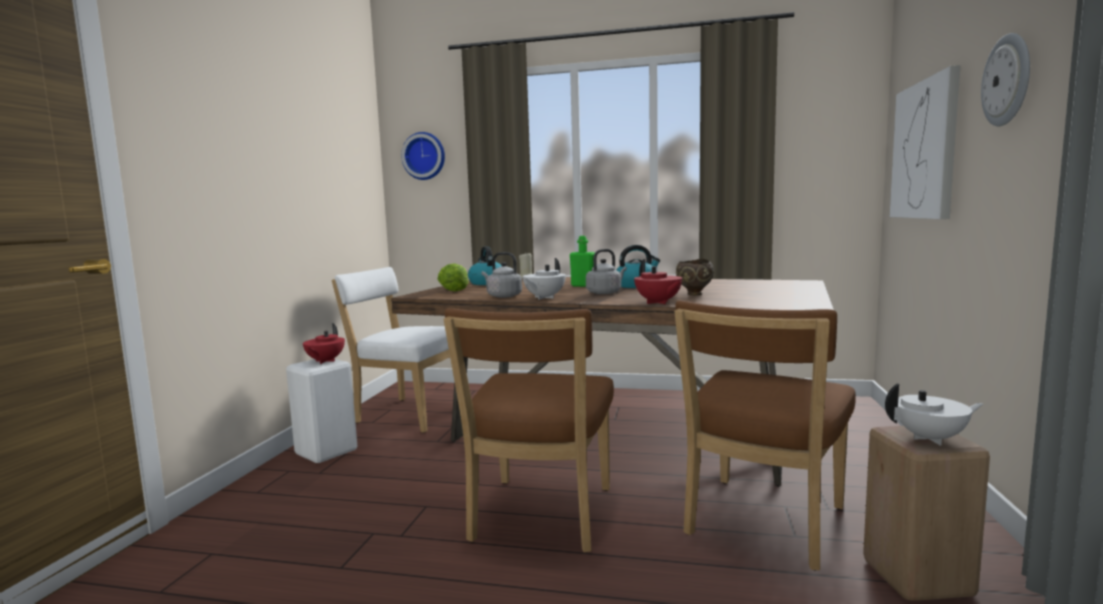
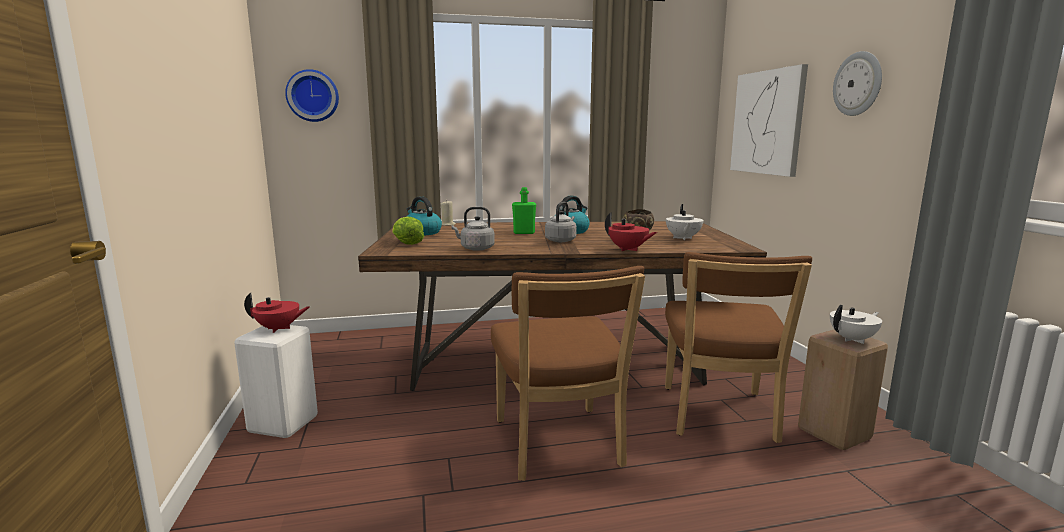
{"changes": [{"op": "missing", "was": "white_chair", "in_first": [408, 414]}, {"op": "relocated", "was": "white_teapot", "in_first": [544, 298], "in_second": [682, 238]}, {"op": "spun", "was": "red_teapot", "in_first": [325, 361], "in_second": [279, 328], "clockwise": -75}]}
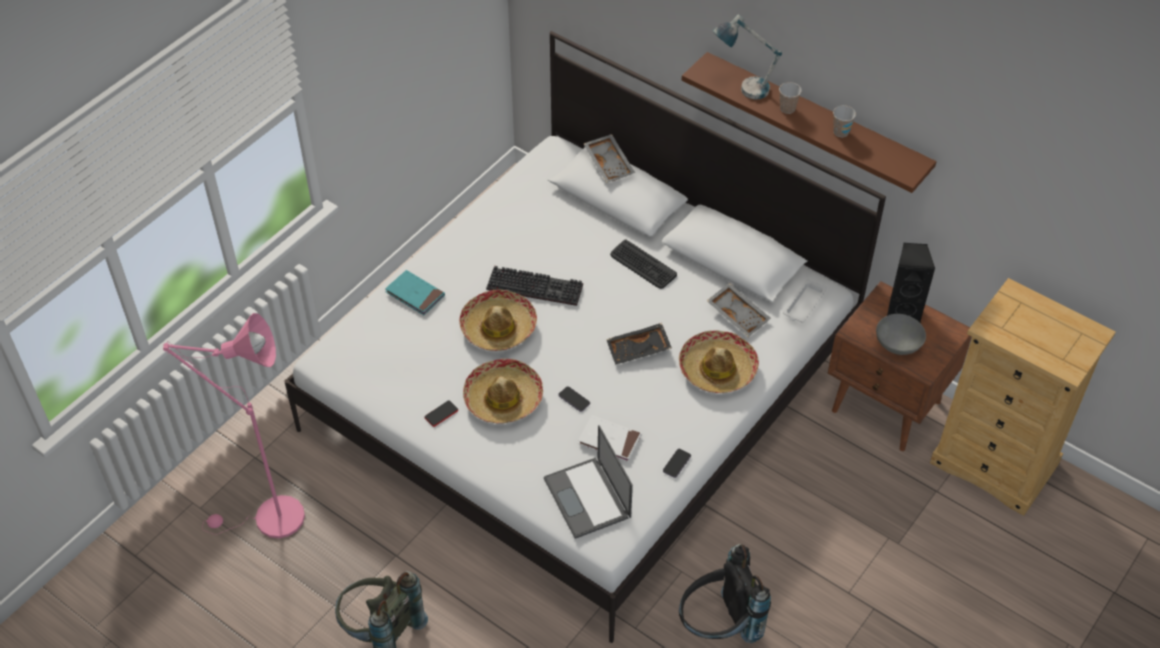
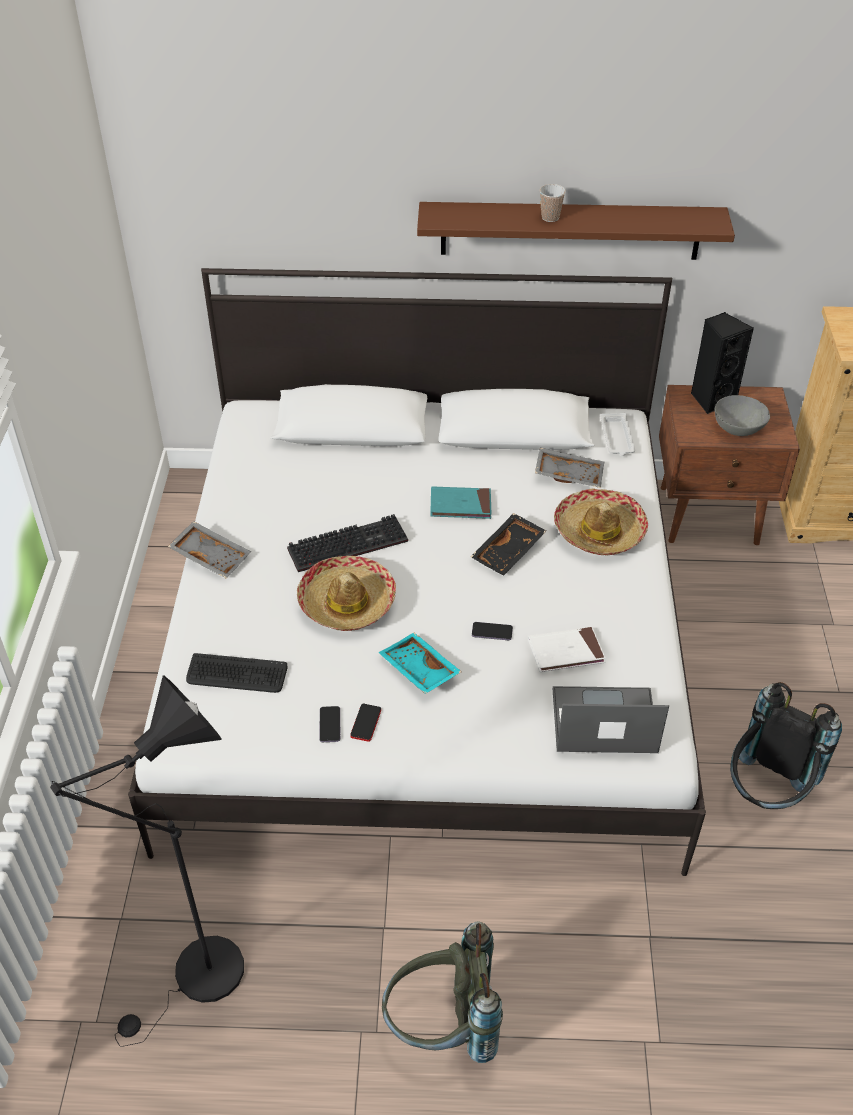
{"changes": [{"op": "missing", "was": "table_lamp", "in_first": [742, 89]}, {"op": "missing", "was": "cup", "in_first": [841, 132]}, {"op": "relocated", "was": "turquoise_book", "in_first": [415, 294], "in_second": [460, 505]}, {"op": "relocated", "was": "grey_tray", "in_first": [610, 163], "in_second": [211, 556]}, {"op": "relocated", "was": "keyboard", "in_first": [642, 265], "in_second": [236, 674]}, {"op": "relocated", "was": "phone", "in_first": [676, 464], "in_second": [330, 725]}, {"op": "exchanged", "was": "hat", "now": "turquoise_tray", "in_first": [503, 398], "in_second": [418, 670]}, {"op": "colour", "was": "pink_floor_lamp", "now": "black_floor_lamp", "in_first": [270, 520], "in_second": [199, 980]}, {"op": "spun", "was": "laptop", "in_first": [588, 498], "in_second": [602, 721], "clockwise": 150}]}
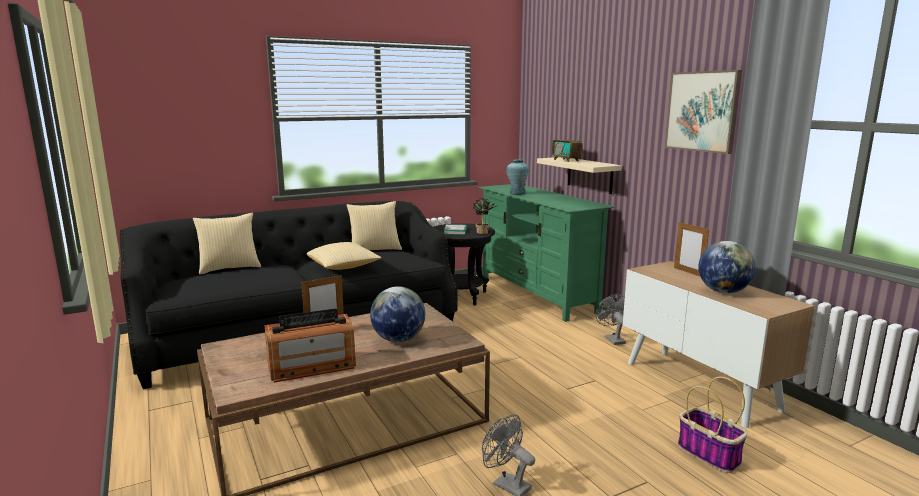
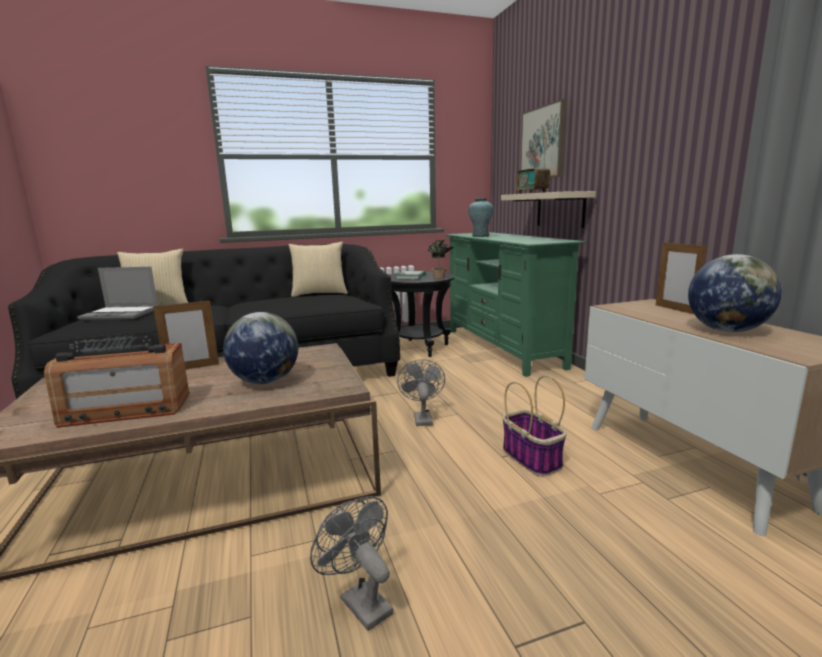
{"changes": [{"op": "missing", "was": "pillow", "in_first": [343, 267]}, {"op": "appeared", "now": "laptop", "in_second": [122, 314]}, {"op": "relocated", "was": "grey_fan", "in_first": [612, 339], "in_second": [422, 418]}, {"op": "relocated", "was": "picture", "in_first": [702, 111], "in_second": [543, 143]}, {"op": "relocated", "was": "basket", "in_first": [710, 454], "in_second": [532, 459]}]}
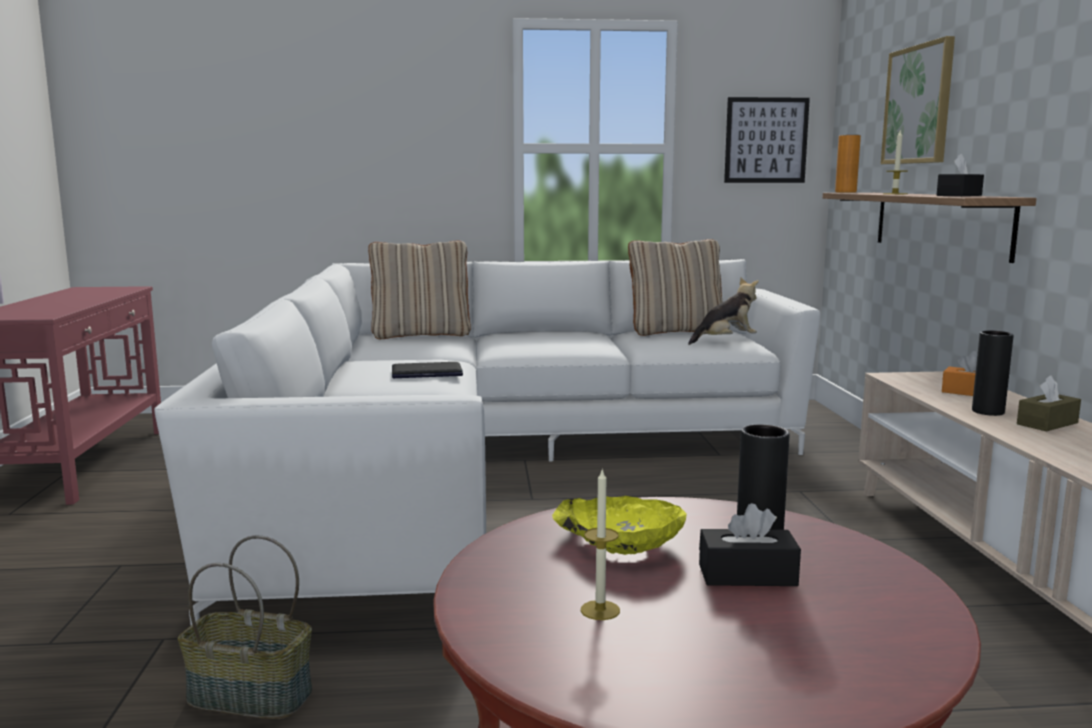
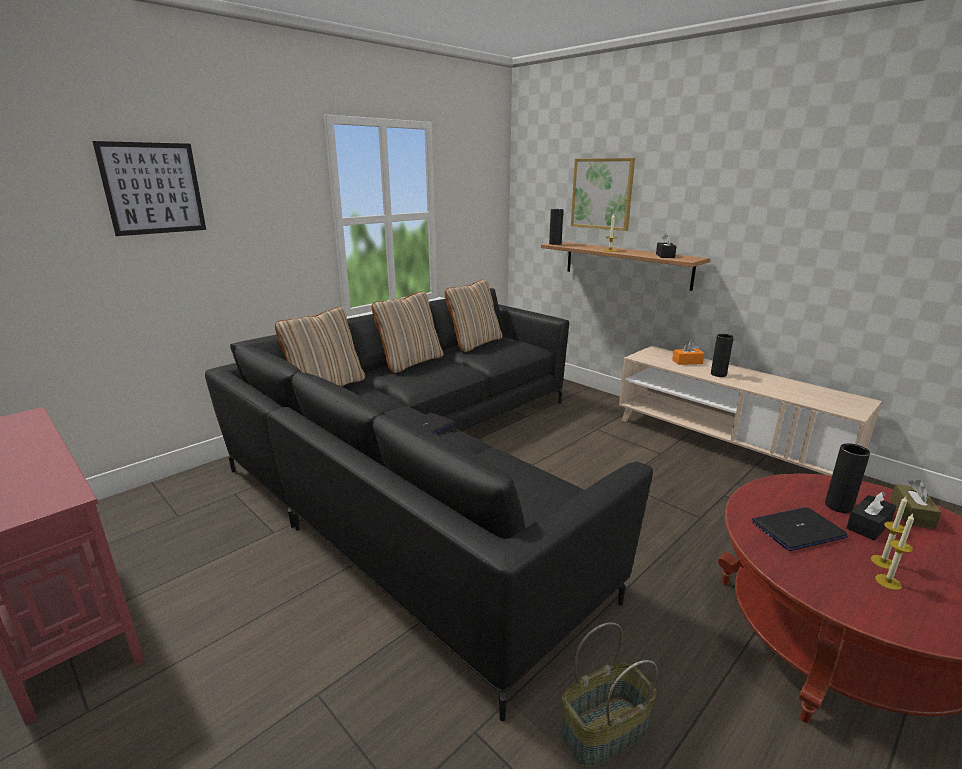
{"changes": [{"op": "missing", "was": "plush_toy", "in_first": [725, 341]}, {"op": "appeared", "now": "beige_pillow", "in_second": [410, 362]}, {"op": "appeared", "now": "candle", "in_second": [883, 562]}, {"op": "relocated", "was": "picture", "in_first": [766, 140], "in_second": [153, 188]}, {"op": "relocated", "was": "brown_tissue_box", "in_first": [1047, 423], "in_second": [911, 514]}, {"op": "exchanged", "was": "yellow_bowl", "now": "laptop", "in_first": [621, 542], "in_second": [798, 530]}, {"op": "colour", "was": "white_sofa", "now": "black_sofa", "in_first": [490, 467], "in_second": [425, 472]}, {"op": "colour", "was": "orange_vase", "now": "black_vase", "in_first": [845, 192], "in_second": [555, 244]}]}
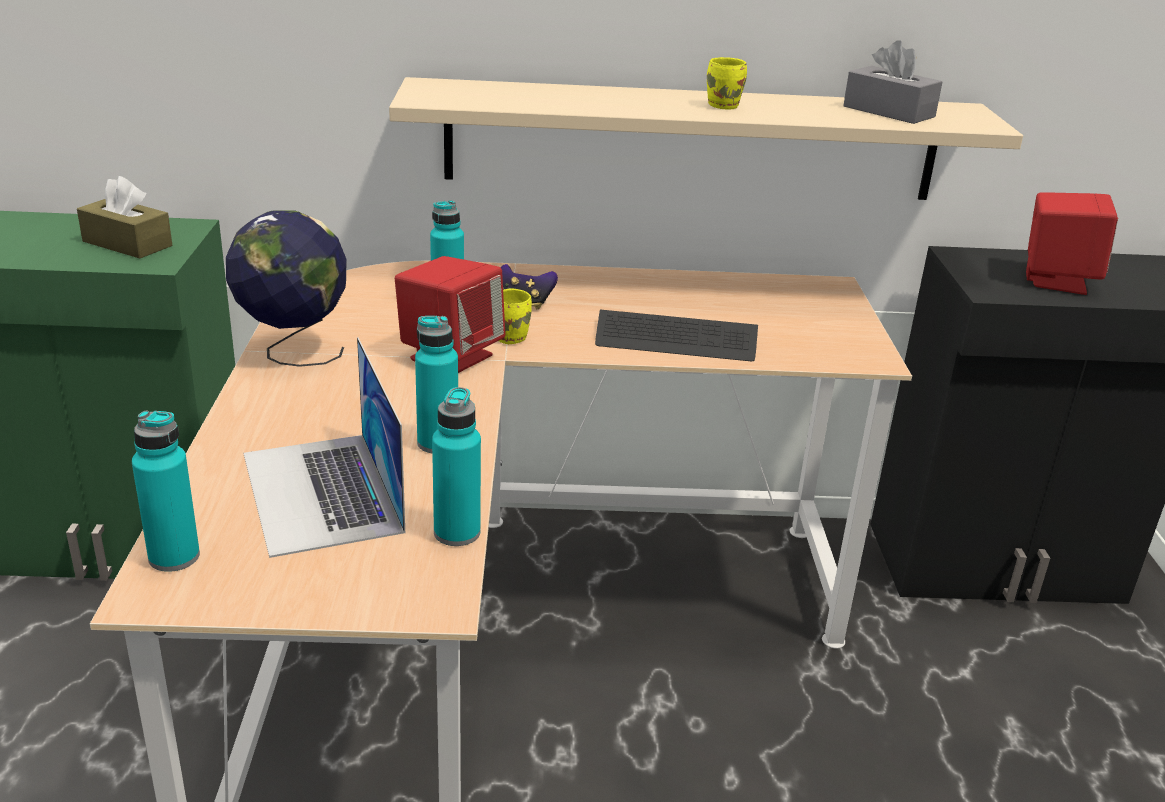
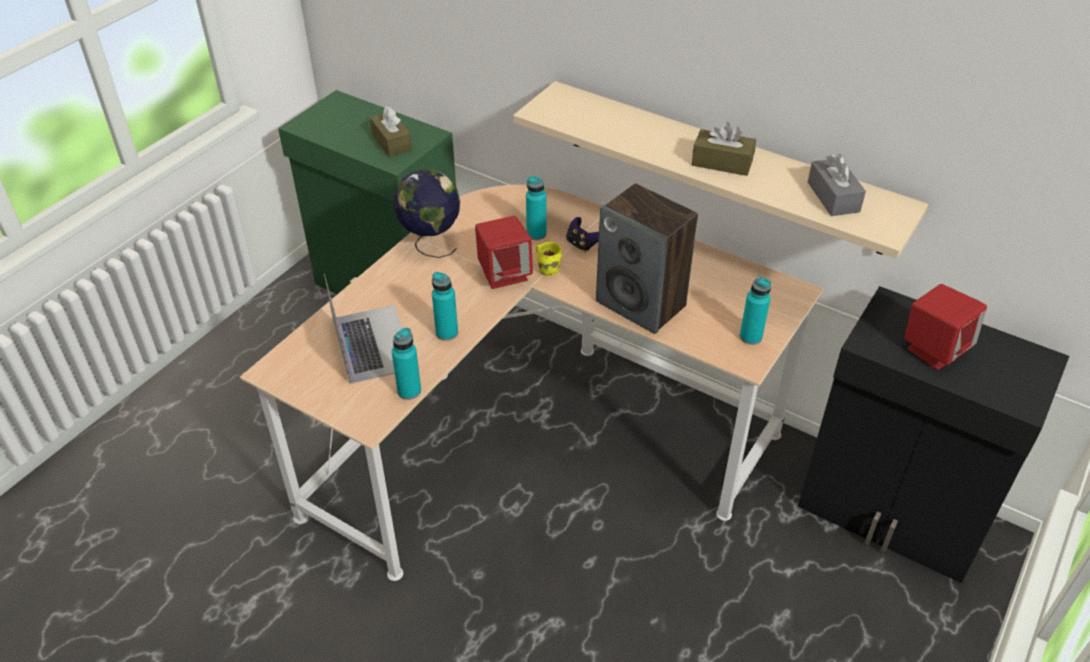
{"changes": [{"op": "relocated", "was": "turquoise_bottle", "in_first": [174, 557], "in_second": [750, 337]}, {"op": "exchanged", "was": "keyboard", "now": "speaker", "in_first": [676, 339], "in_second": [642, 304]}, {"op": "exchanged", "was": "yellow_mug", "now": "brown_tissue_box", "in_first": [726, 106], "in_second": [722, 162]}, {"op": "spun", "was": "laptop", "in_first": [321, 492], "in_second": [372, 343], "clockwise": 150}]}
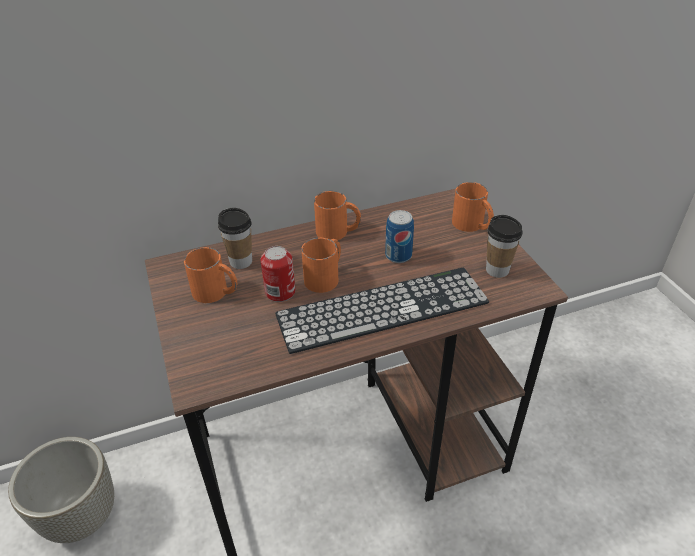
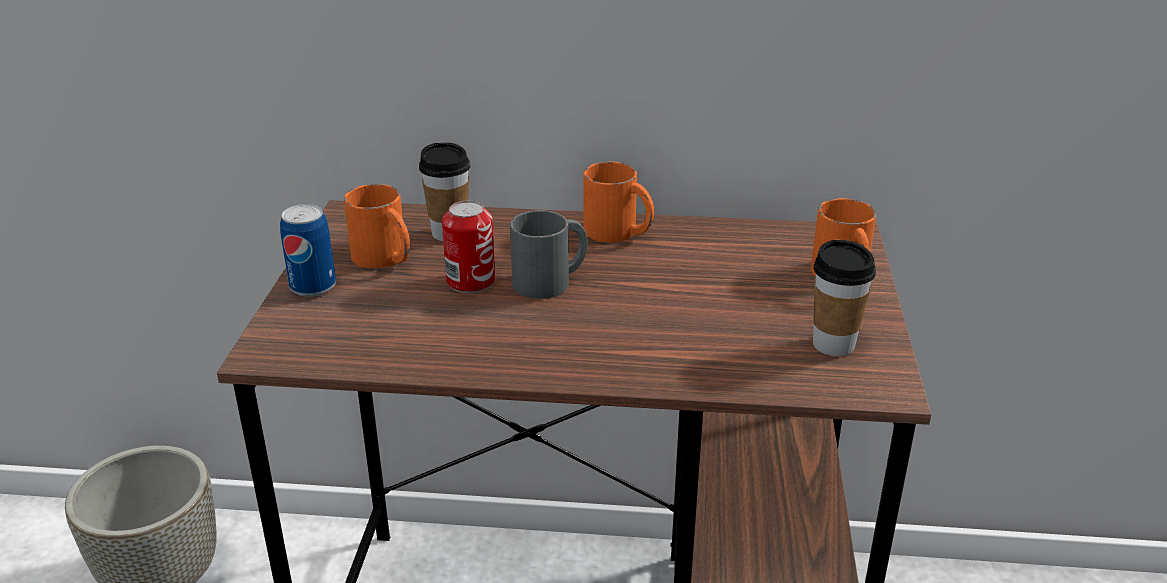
{"changes": [{"op": "missing", "was": "keyboard", "in_first": [382, 308]}, {"op": "relocated", "was": "can", "in_first": [398, 256], "in_second": [313, 286]}, {"op": "colour", "was": "orange_mug", "now": "grey_mug", "in_first": [325, 276], "in_second": [551, 280]}]}
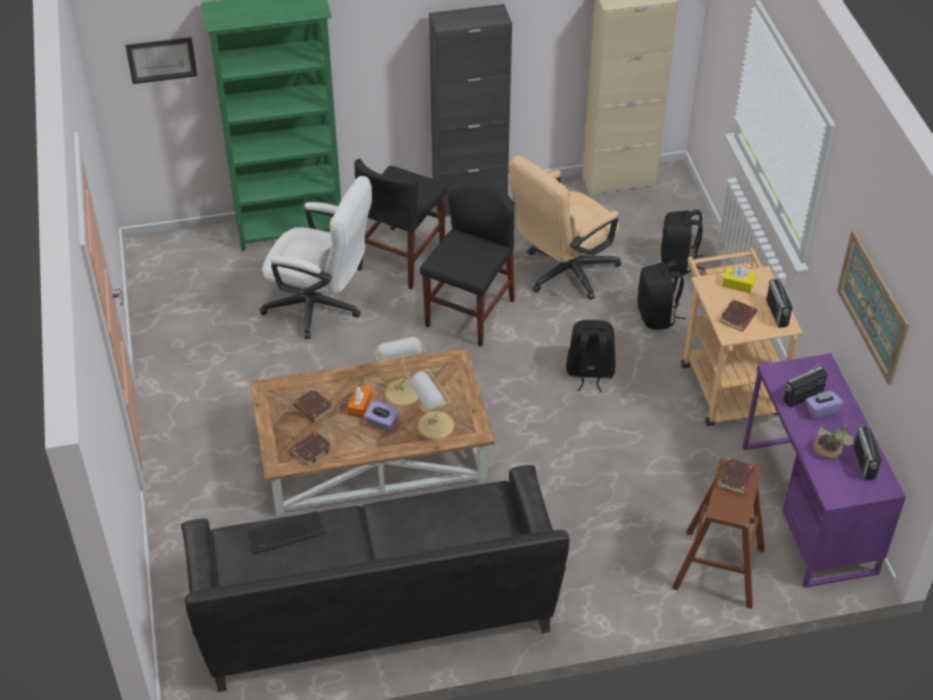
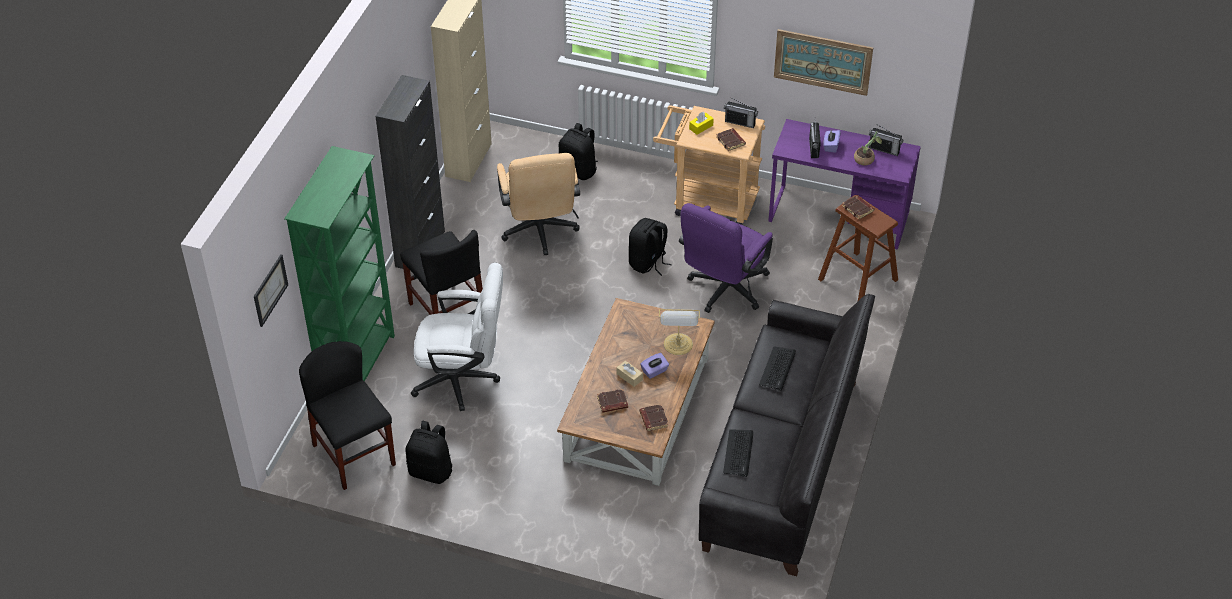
{"changes": [{"op": "missing", "was": "table_lamp", "in_first": [401, 391]}, {"op": "appeared", "now": "purple_office_chair", "in_second": [724, 291]}, {"op": "appeared", "now": "keyboard", "in_second": [777, 368]}, {"op": "relocated", "was": "black_chair", "in_first": [469, 313], "in_second": [354, 455]}, {"op": "relocated", "was": "black_backpack", "in_first": [657, 316], "in_second": [431, 471]}, {"op": "colour", "was": "orange_tissue_box", "now": "beige_tissue_box", "in_first": [359, 406], "in_second": [629, 377]}, {"op": "spun", "was": "white_office_chair", "in_first": [321, 307], "in_second": [463, 379], "clockwise": 45}]}
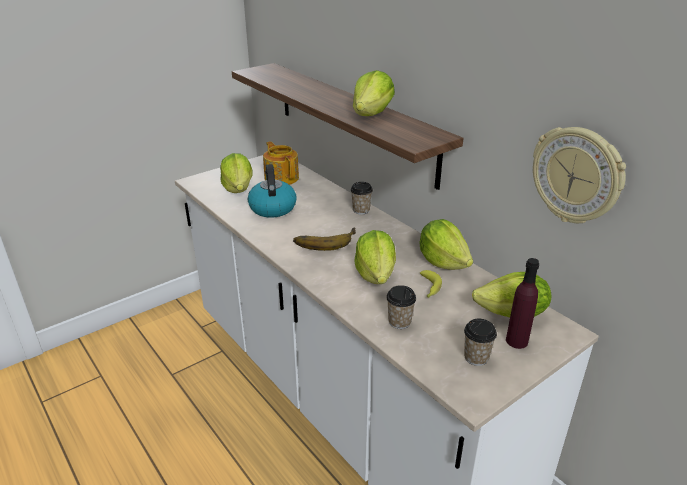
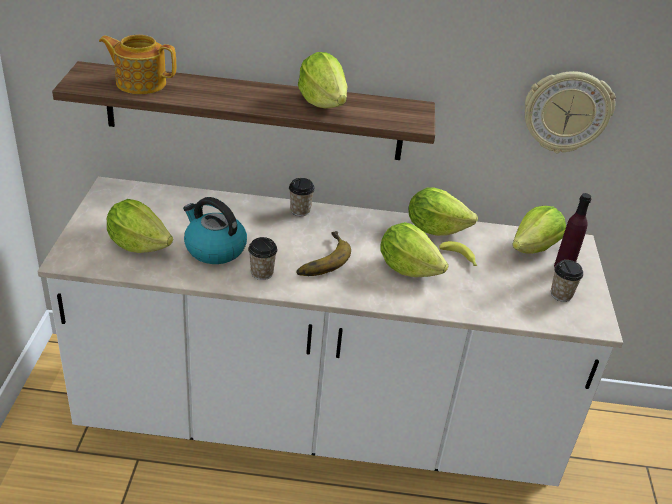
{"changes": [{"op": "relocated", "was": "teapot", "in_first": [281, 178], "in_second": [140, 83]}, {"op": "relocated", "was": "cup", "in_first": [399, 322], "in_second": [262, 273]}]}
